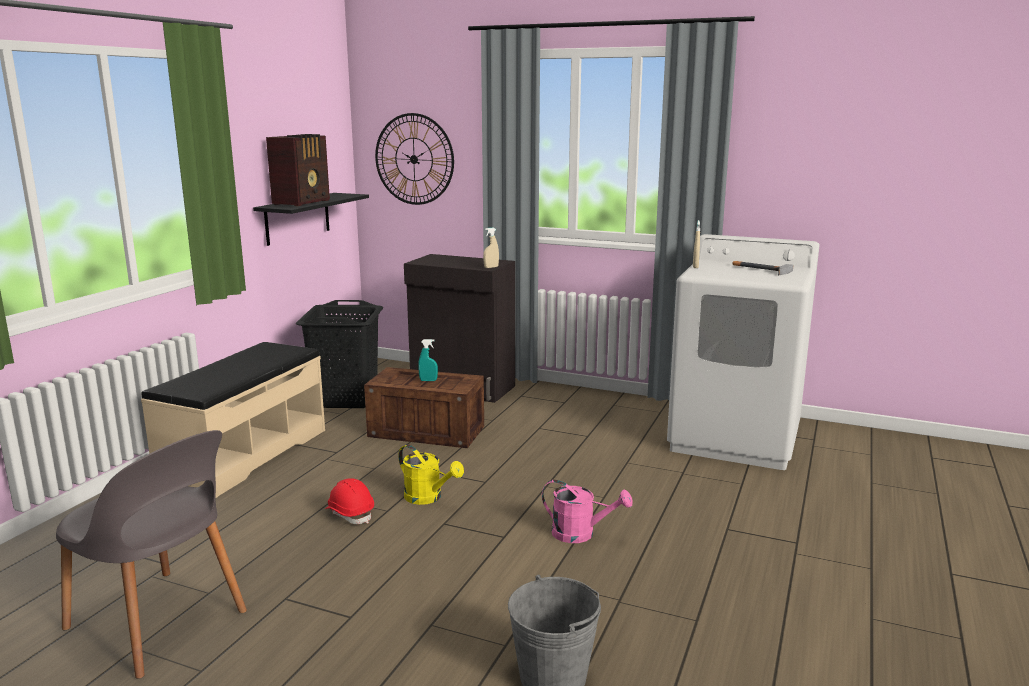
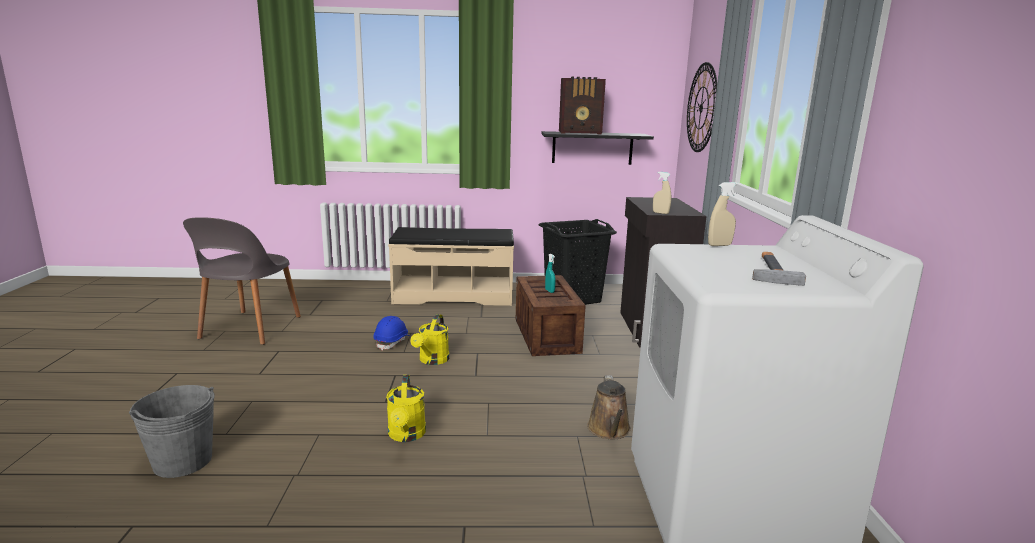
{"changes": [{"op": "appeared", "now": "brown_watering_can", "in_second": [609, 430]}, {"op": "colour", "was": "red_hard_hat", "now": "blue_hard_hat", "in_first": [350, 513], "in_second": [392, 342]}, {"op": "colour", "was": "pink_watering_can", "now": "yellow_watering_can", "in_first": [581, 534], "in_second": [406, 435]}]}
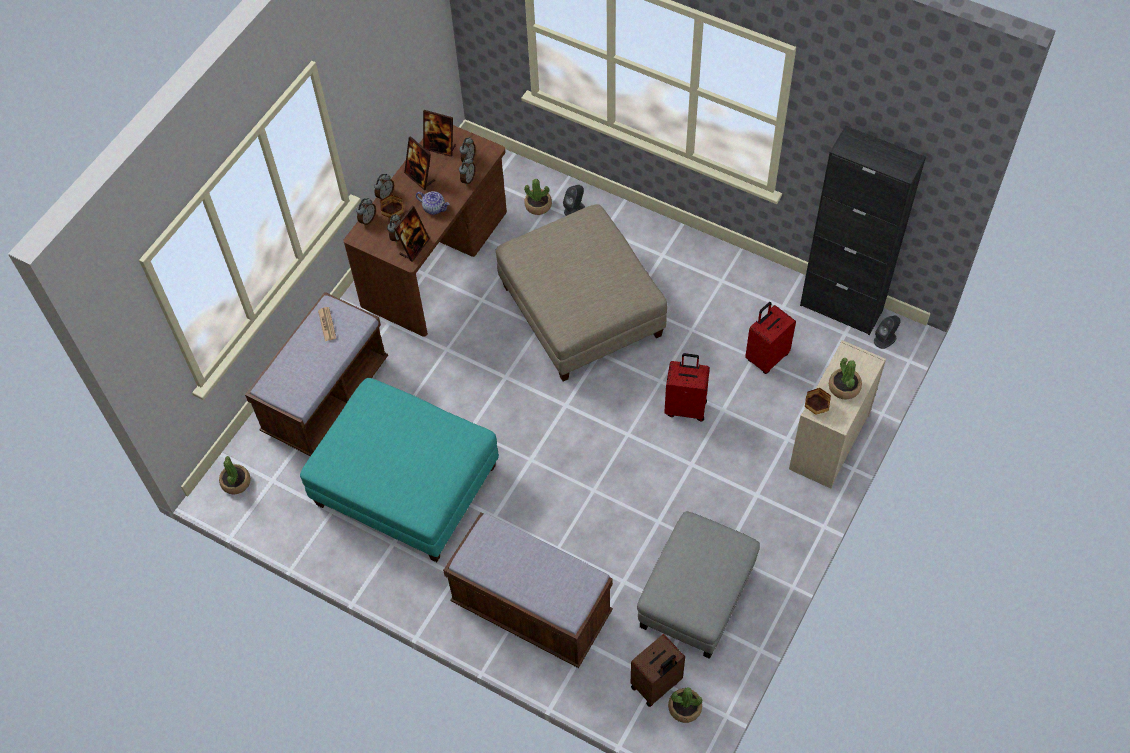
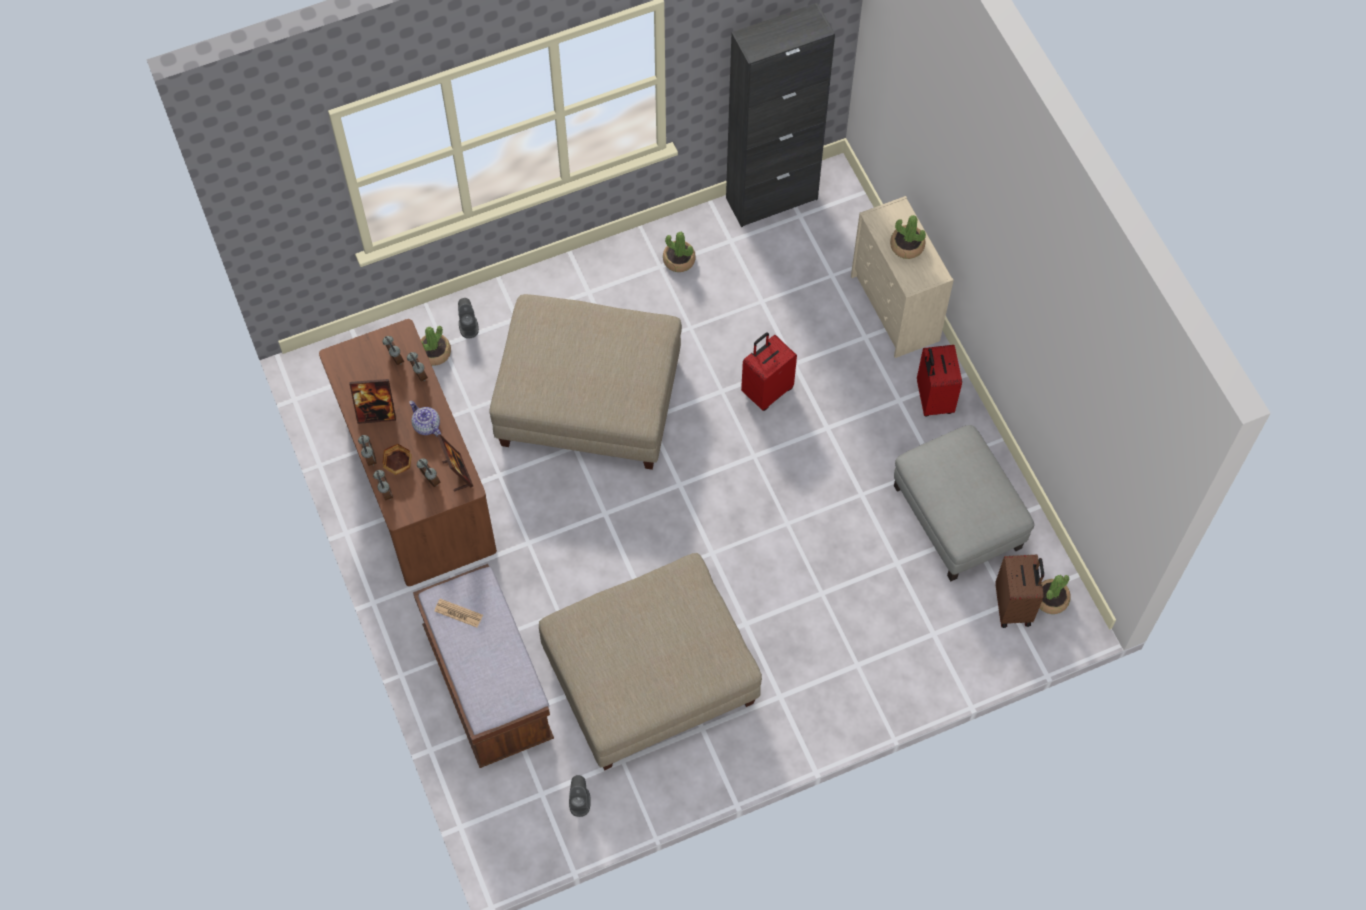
{"changes": [{"op": "missing", "was": "picture_frame", "in_first": [440, 147]}, {"op": "missing", "was": "brown_bench", "in_first": [531, 609]}, {"op": "missing", "was": "bowl", "in_first": [815, 406]}, {"op": "relocated", "was": "potted_plant", "in_first": [236, 482], "in_second": [679, 260]}, {"op": "relocated", "was": "red_suitcase", "in_first": [766, 357], "in_second": [933, 399]}, {"op": "relocated", "was": "grey_speaker", "in_first": [885, 339], "in_second": [579, 801]}, {"op": "colour", "was": "turquoise_ottoman", "now": "beige_ottoman", "in_first": [407, 485], "in_second": [650, 676]}, {"op": "spun", "was": "teapot", "in_first": [434, 208], "in_second": [426, 426], "clockwise": -105}]}
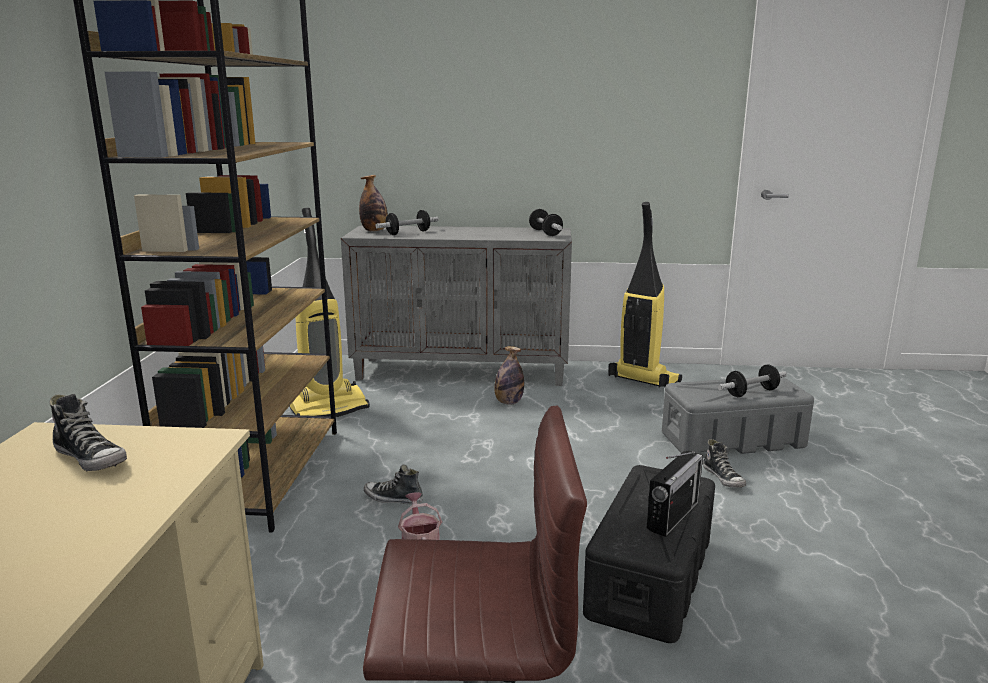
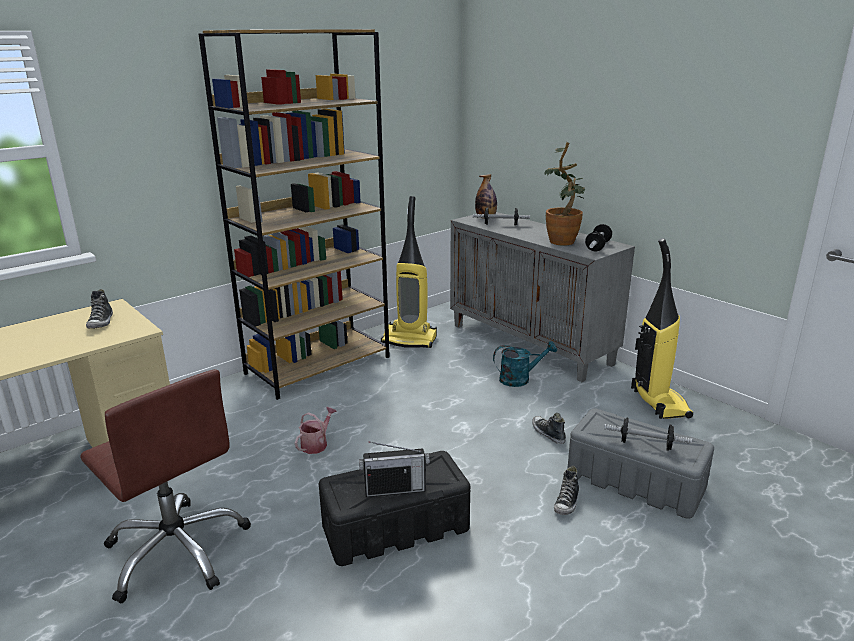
{"changes": [{"op": "appeared", "now": "potted_plant", "in_second": [564, 240]}, {"op": "relocated", "was": "shoe", "in_first": [393, 498], "in_second": [548, 433]}, {"op": "exchanged", "was": "bottle", "now": "turquoise_watering_can", "in_first": [508, 402], "in_second": [520, 379]}]}
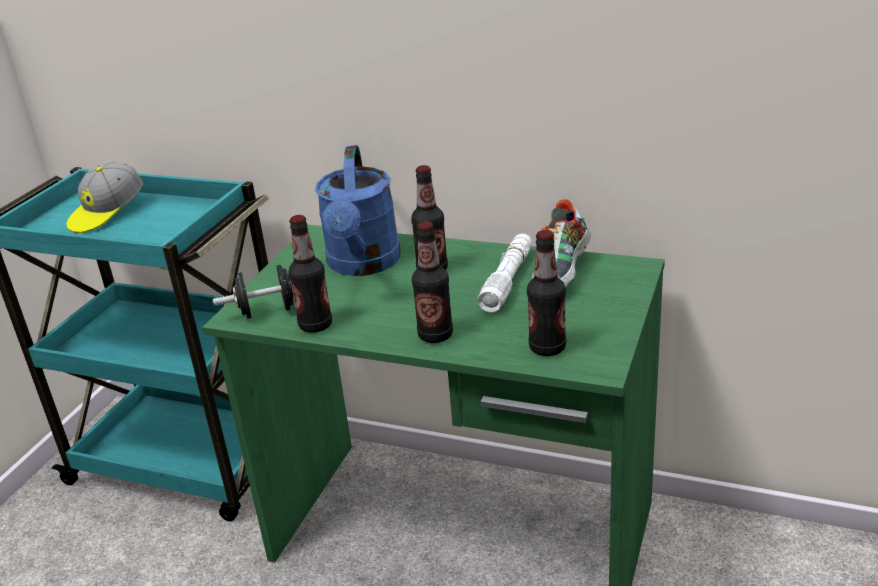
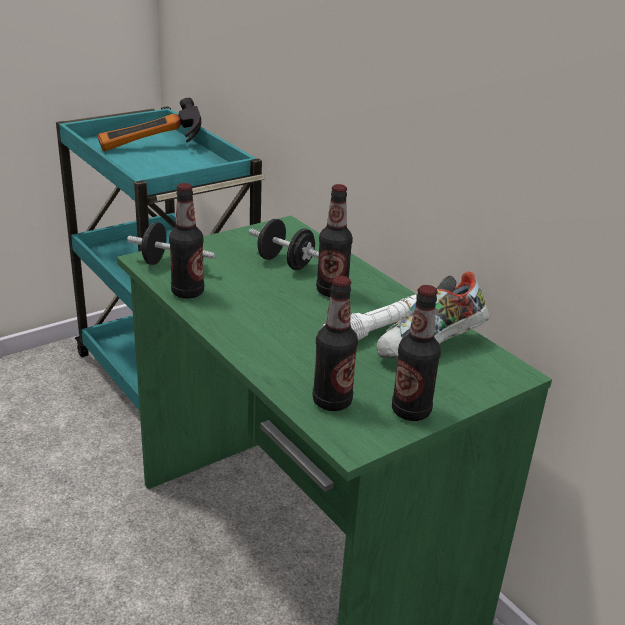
{"changes": [{"op": "relocated", "was": "bottle", "in_first": [435, 335], "in_second": [411, 411]}, {"op": "exchanged", "was": "cap", "now": "hammer", "in_first": [107, 214], "in_second": [153, 148]}, {"op": "exchanged", "was": "blue_watering_can", "now": "black_dumbbell", "in_first": [363, 265], "in_second": [285, 263]}]}
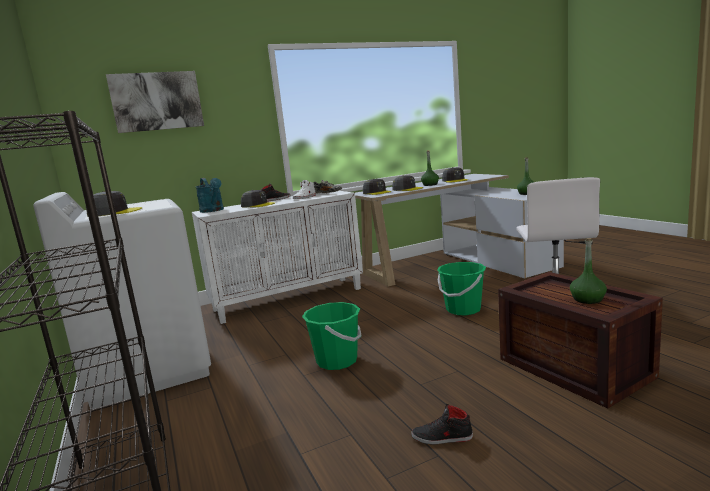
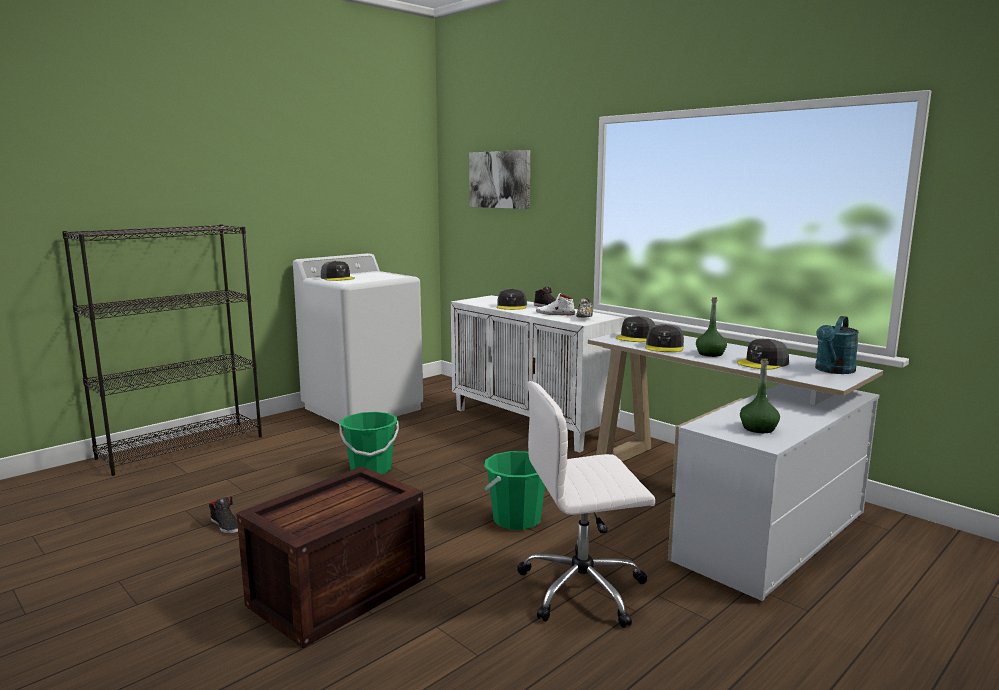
{"changes": [{"op": "missing", "was": "green_bottle", "in_first": [587, 299]}, {"op": "relocated", "was": "turquoise_watering_can", "in_first": [213, 210], "in_second": [833, 371]}, {"op": "spun", "was": "black_shoe", "in_first": [442, 437], "in_second": [226, 525], "clockwise": 150}]}
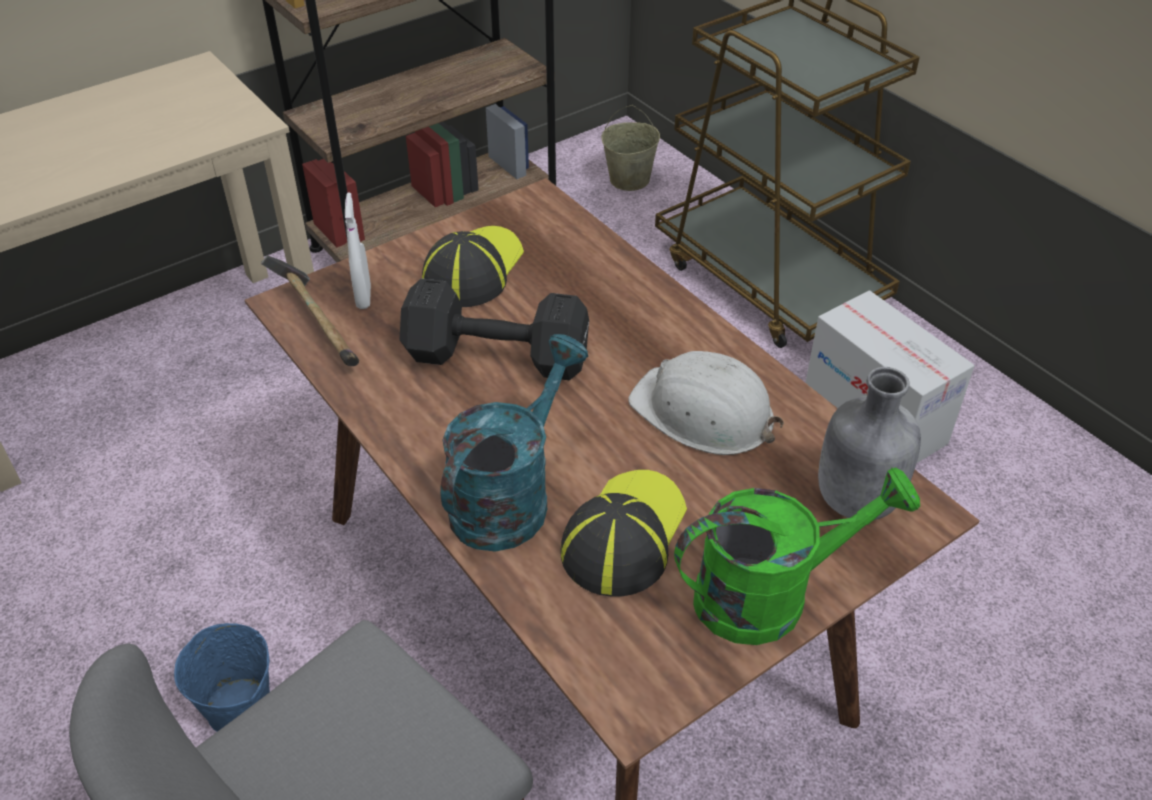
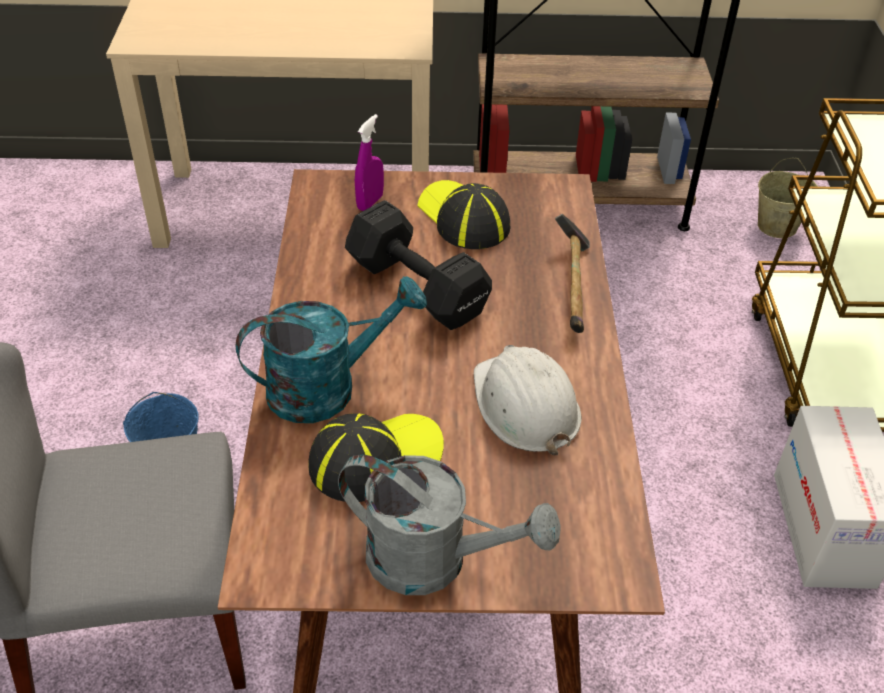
{"changes": [{"op": "missing", "was": "grey_bottle", "in_first": [854, 500]}, {"op": "relocated", "was": "hammer", "in_first": [318, 325], "in_second": [574, 287]}, {"op": "colour", "was": "white_spray_bottle", "now": "purple_spray_bottle", "in_first": [363, 297], "in_second": [370, 202]}, {"op": "colour", "was": "green_watering_can", "now": "grey_watering_can", "in_first": [770, 594], "in_second": [434, 561]}, {"op": "spun", "was": "cap", "in_first": [473, 270], "in_second": [463, 218], "clockwise": -90}]}
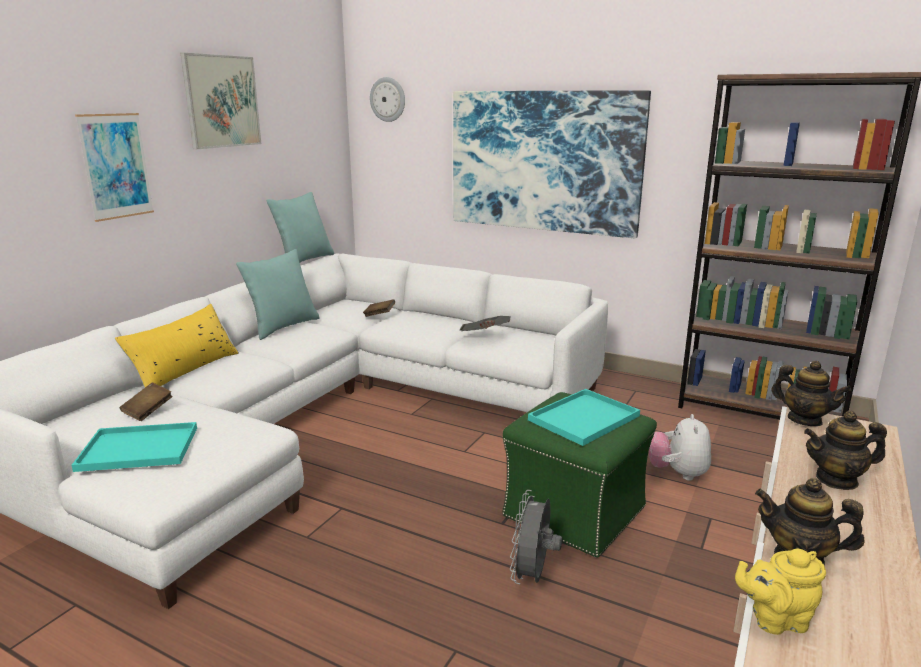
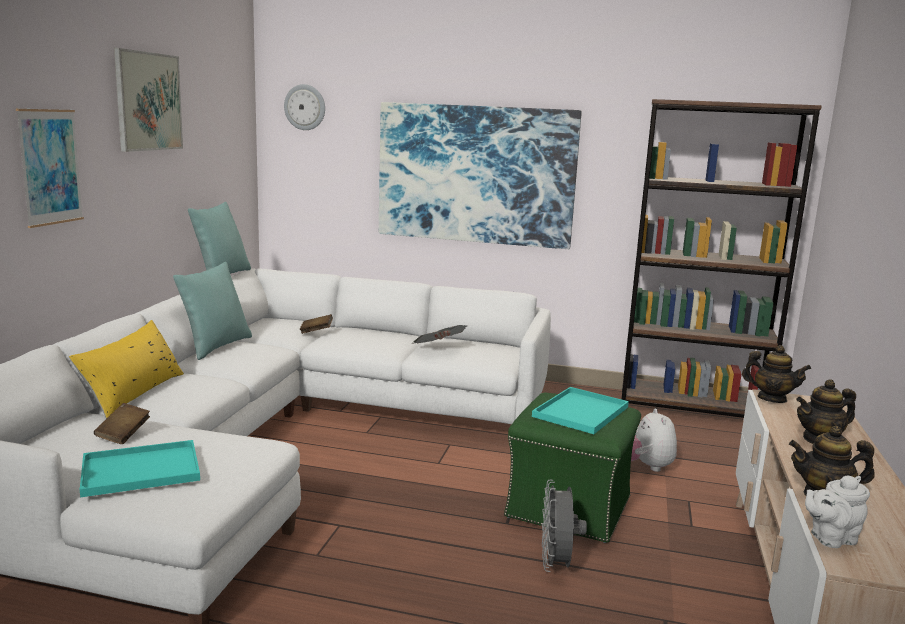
{"changes": [{"op": "colour", "was": "yellow_teapot", "now": "white_teapot", "in_first": [774, 619], "in_second": [830, 538]}]}
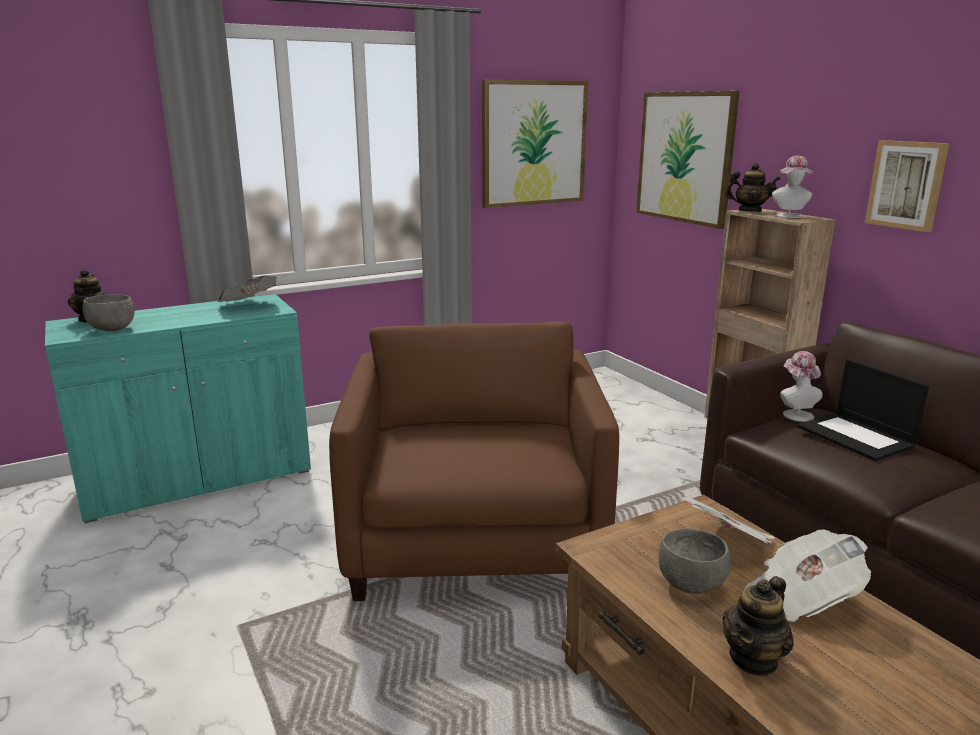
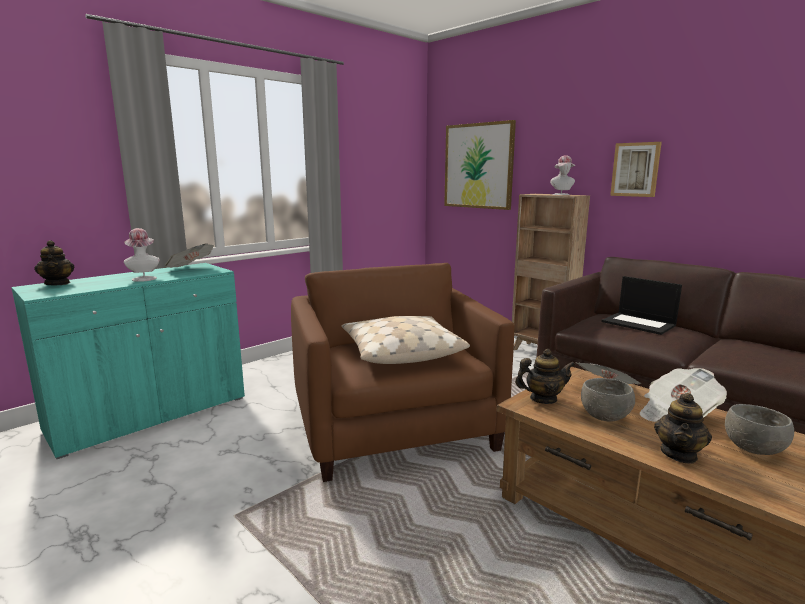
{"changes": [{"op": "missing", "was": "picture", "in_first": [534, 143]}, {"op": "appeared", "now": "beige_pillow", "in_second": [400, 351]}, {"op": "relocated", "was": "grey_bowl", "in_first": [113, 329], "in_second": [754, 449]}, {"op": "relocated", "was": "teapot", "in_first": [749, 211], "in_second": [543, 399]}, {"op": "relocated", "was": "hat", "in_first": [795, 414], "in_second": [144, 278]}]}
